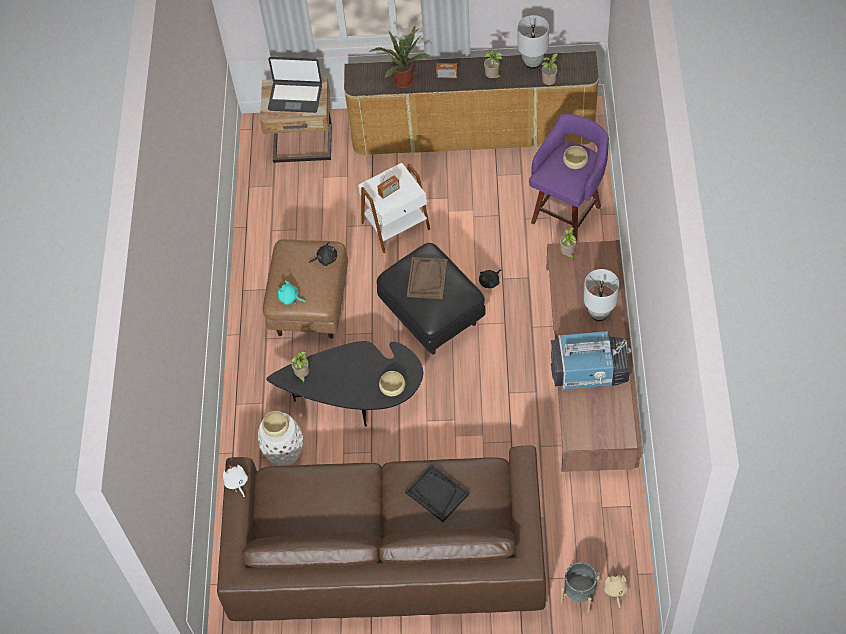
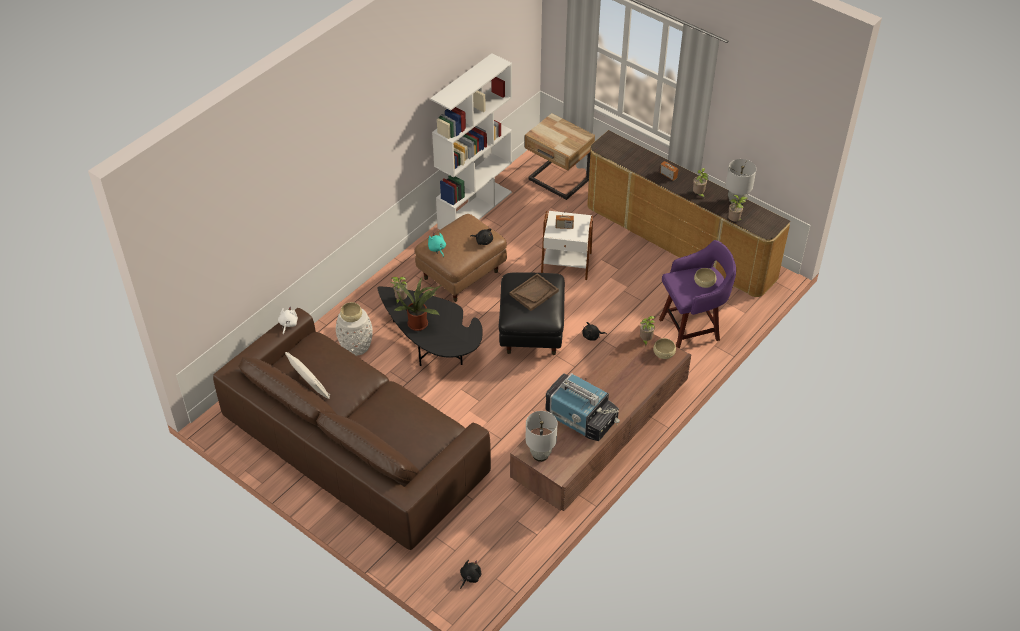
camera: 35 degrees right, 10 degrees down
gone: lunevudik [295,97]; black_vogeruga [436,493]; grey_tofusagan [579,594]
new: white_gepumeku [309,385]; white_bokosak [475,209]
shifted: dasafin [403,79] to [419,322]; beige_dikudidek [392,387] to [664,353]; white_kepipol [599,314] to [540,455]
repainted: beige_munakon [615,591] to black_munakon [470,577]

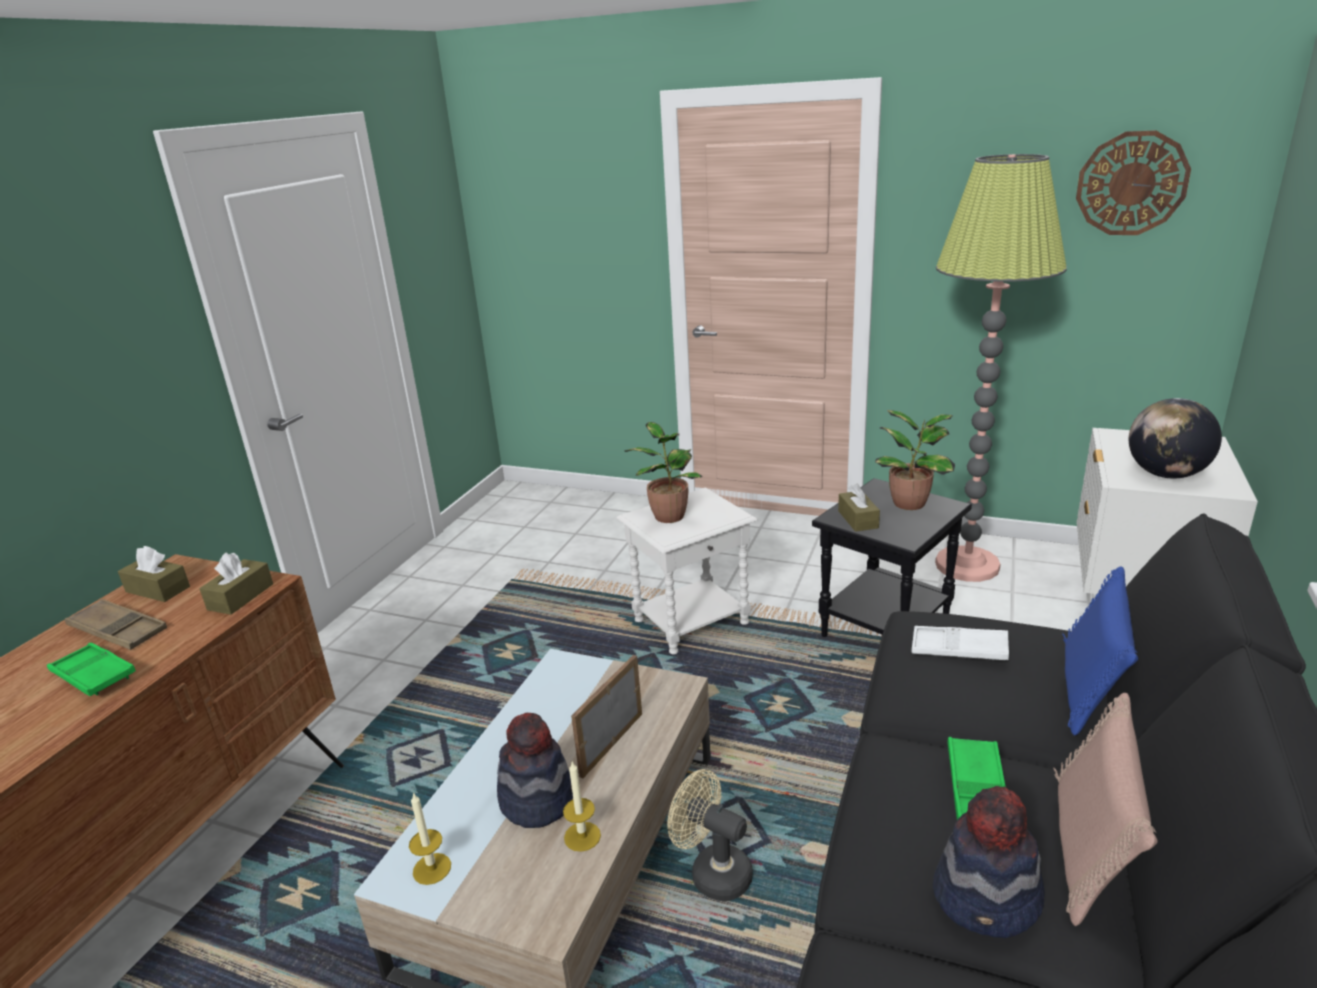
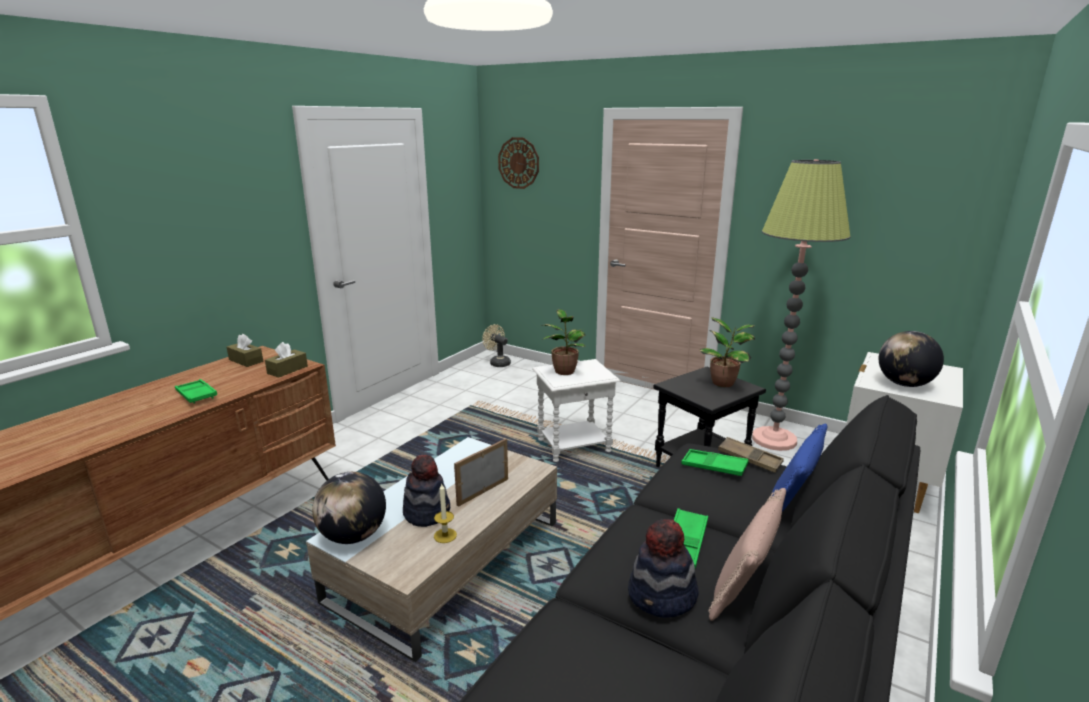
camera: 10 degrees right, 5 degrees down
gone: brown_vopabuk [858,519]
shifted: brown_vogeruga [118,630] to [749,459]; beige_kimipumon [712,872] to [498,363]; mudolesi [1131,183] to [518,163]
swapped: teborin [432,869] to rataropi [353,536]
repainted: white_vogeruga [959,649] to green_vogeruga [714,466]

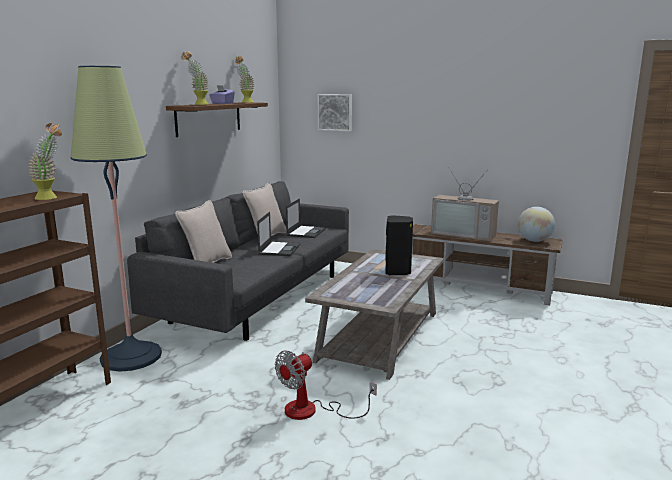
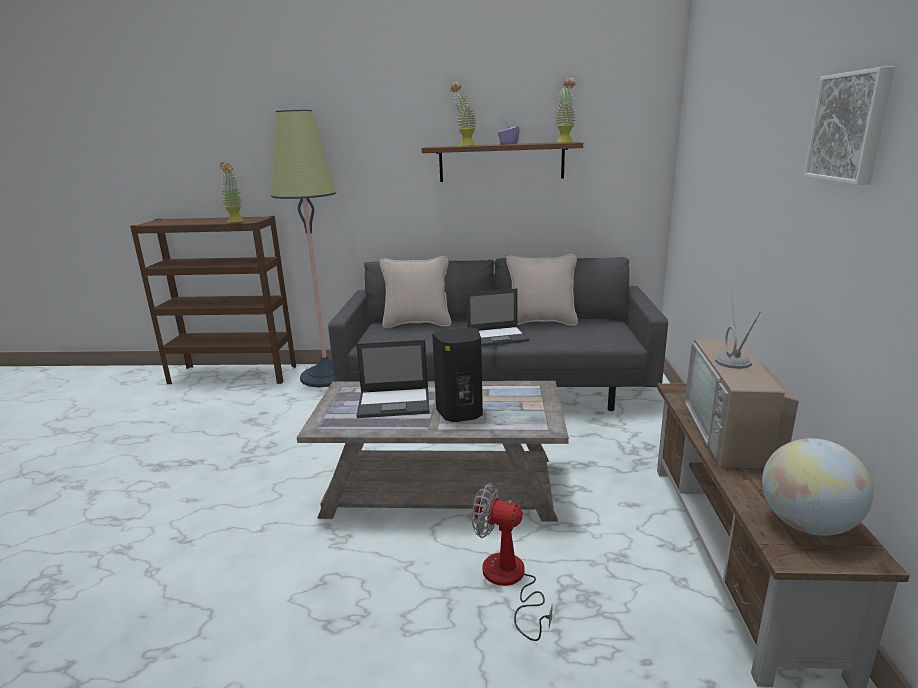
camera: 70 degrees right, 5 degrees up
shifted: kimipumon [312,411] to [509,582]; lunevudik [306,232] to [395,402]; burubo [335,112] to [850,127]

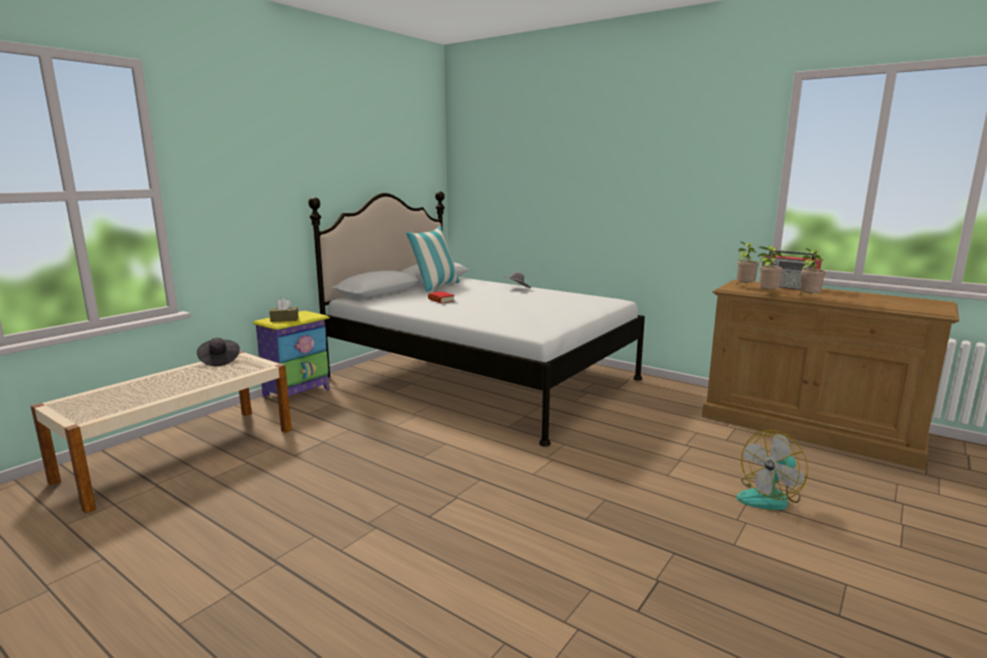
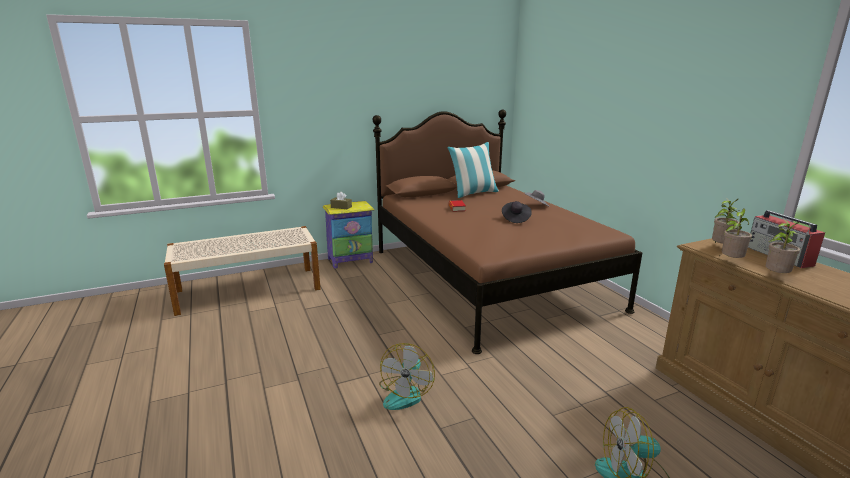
camera: 30 degrees right, 5 degrees up
new: kimipumon [405,393]
shifted: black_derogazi [219,361] to [515,219]
repainted: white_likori [481,378] to brown_likori [488,278]

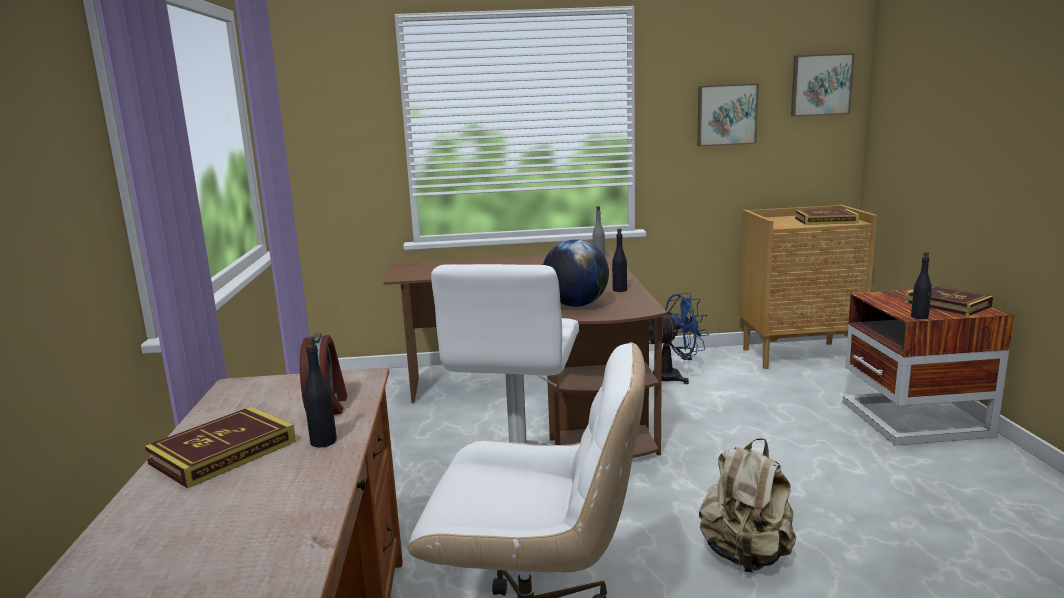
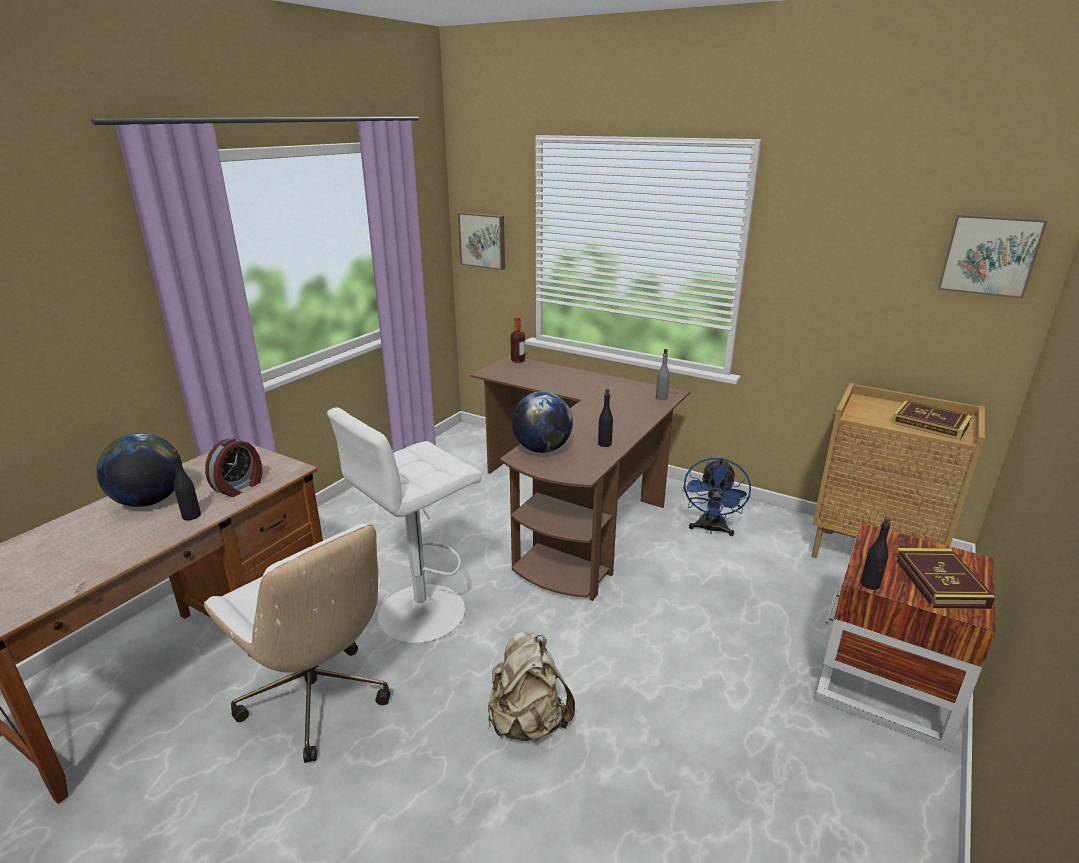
camera: 35 degrees right, 10 degrees up
new: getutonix [518,360]
shifted: burubo [726,115] to [483,240]
swapped: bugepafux [223,452] to rataropi [149,501]
rotated: blue_kimipumon [673,377] = [711,529] 90 degrees clockwise

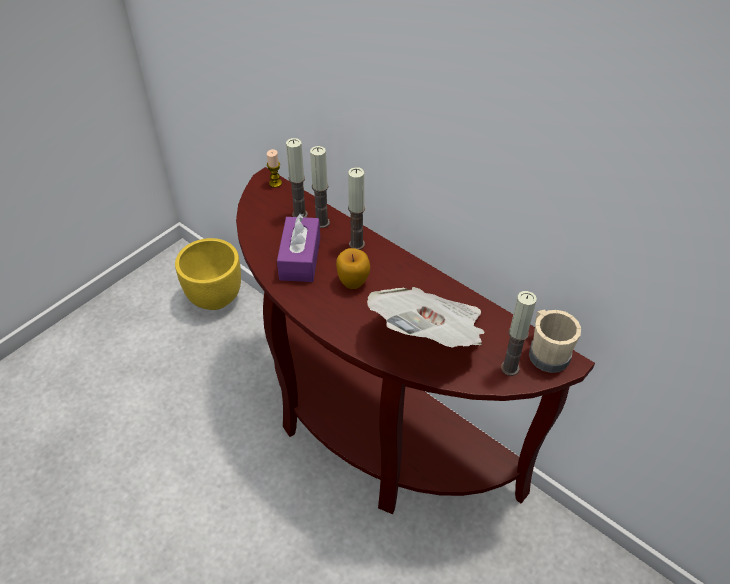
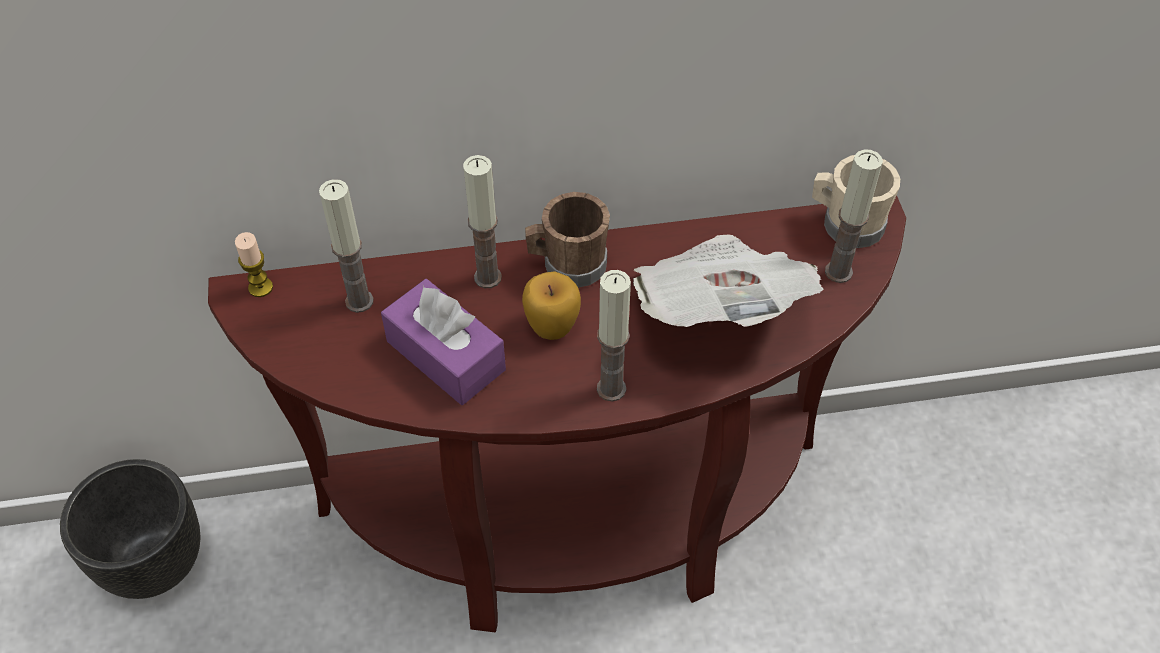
camera: 50 degrees left, 5 degrees up
new: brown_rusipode [567,265]
shifted: teborin [322,222] to [611,388]
repainted: yellow_tofusagan [216,298] to black_tofusagan [155,563]

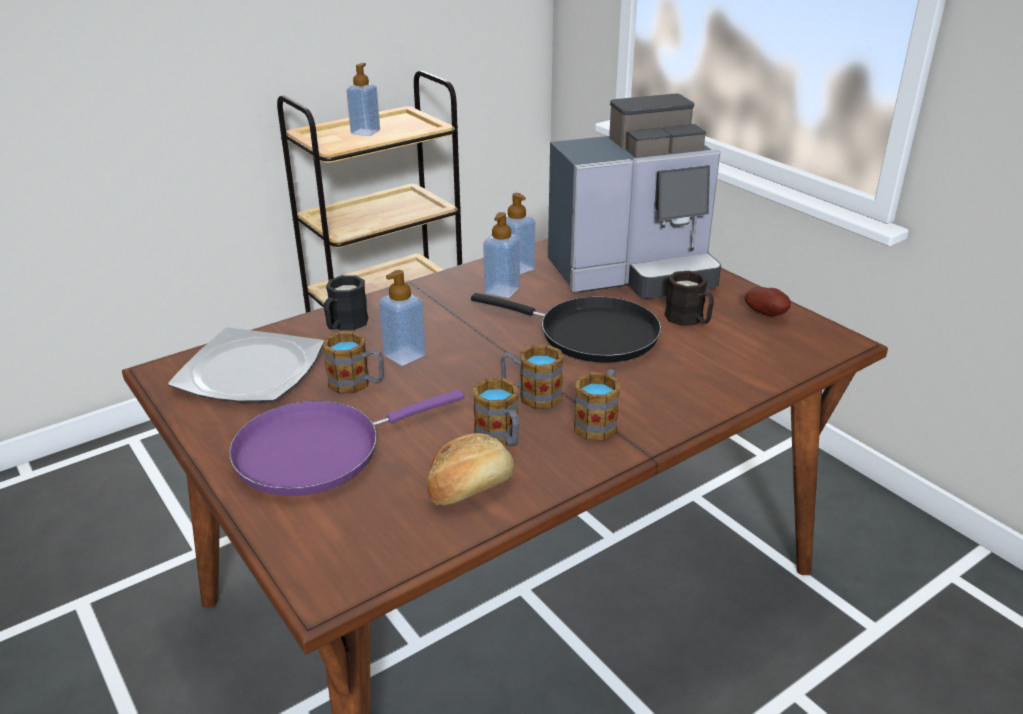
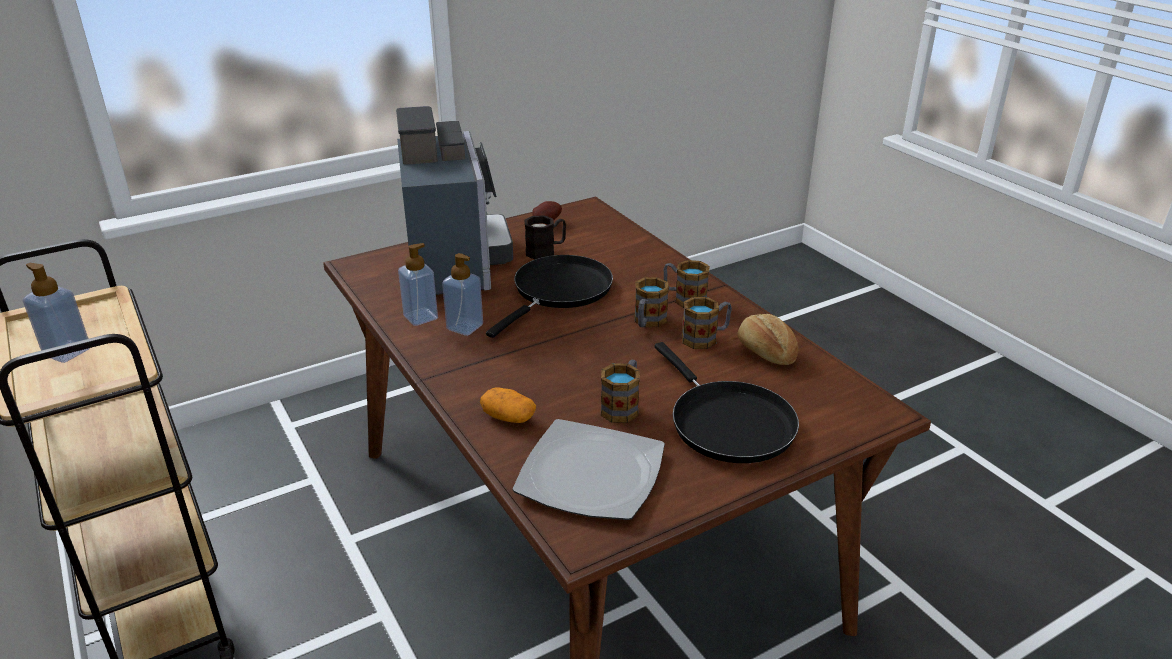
camera: 85 degrees left, 0 degrees up
gone: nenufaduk [404,355]
swapped: black_rusipode [345,325] to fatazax [508,417]
repainted: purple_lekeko [318,451] to black_lekeko [727,423]

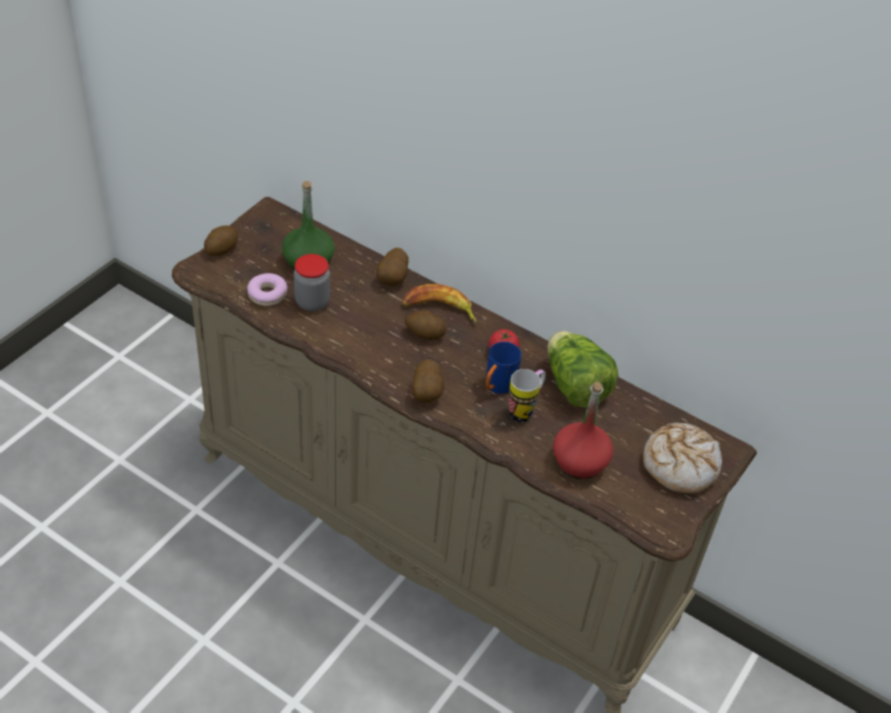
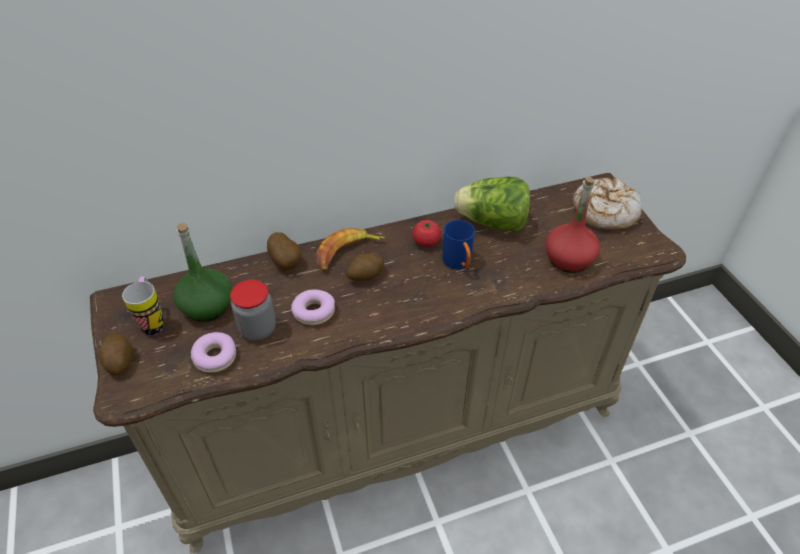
camera: 50 degrees left, 0 degrees up
gone: fatazax [427,394]
new: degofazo [314,312]
shifted: rusipode [525,411] to [153,321]

